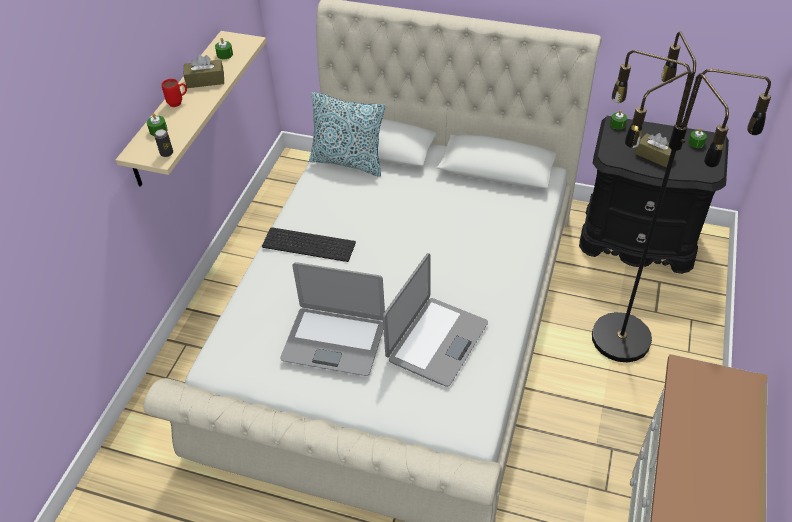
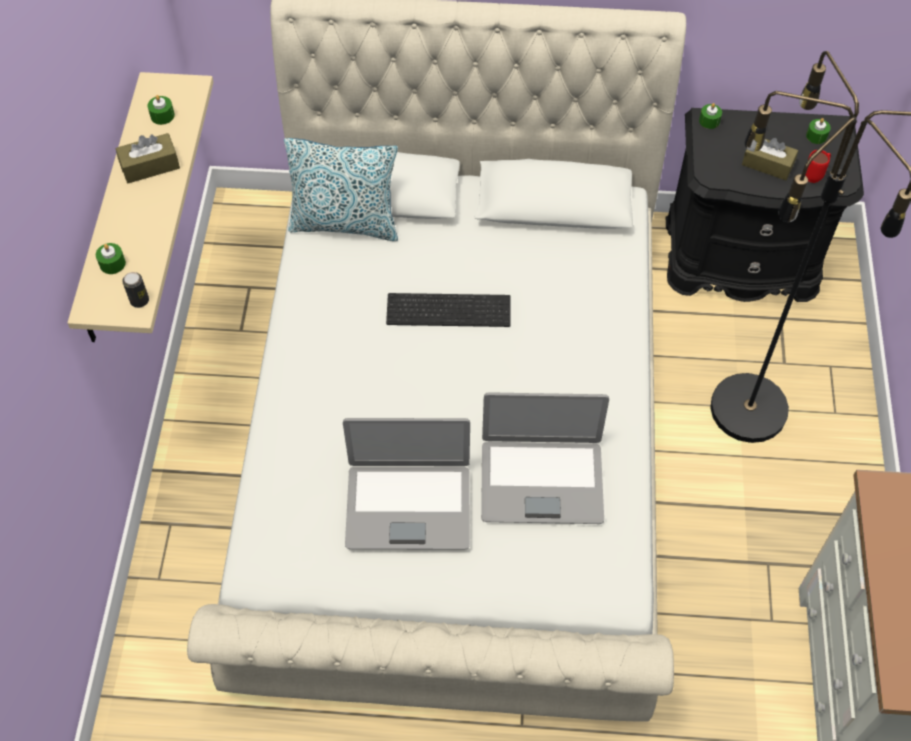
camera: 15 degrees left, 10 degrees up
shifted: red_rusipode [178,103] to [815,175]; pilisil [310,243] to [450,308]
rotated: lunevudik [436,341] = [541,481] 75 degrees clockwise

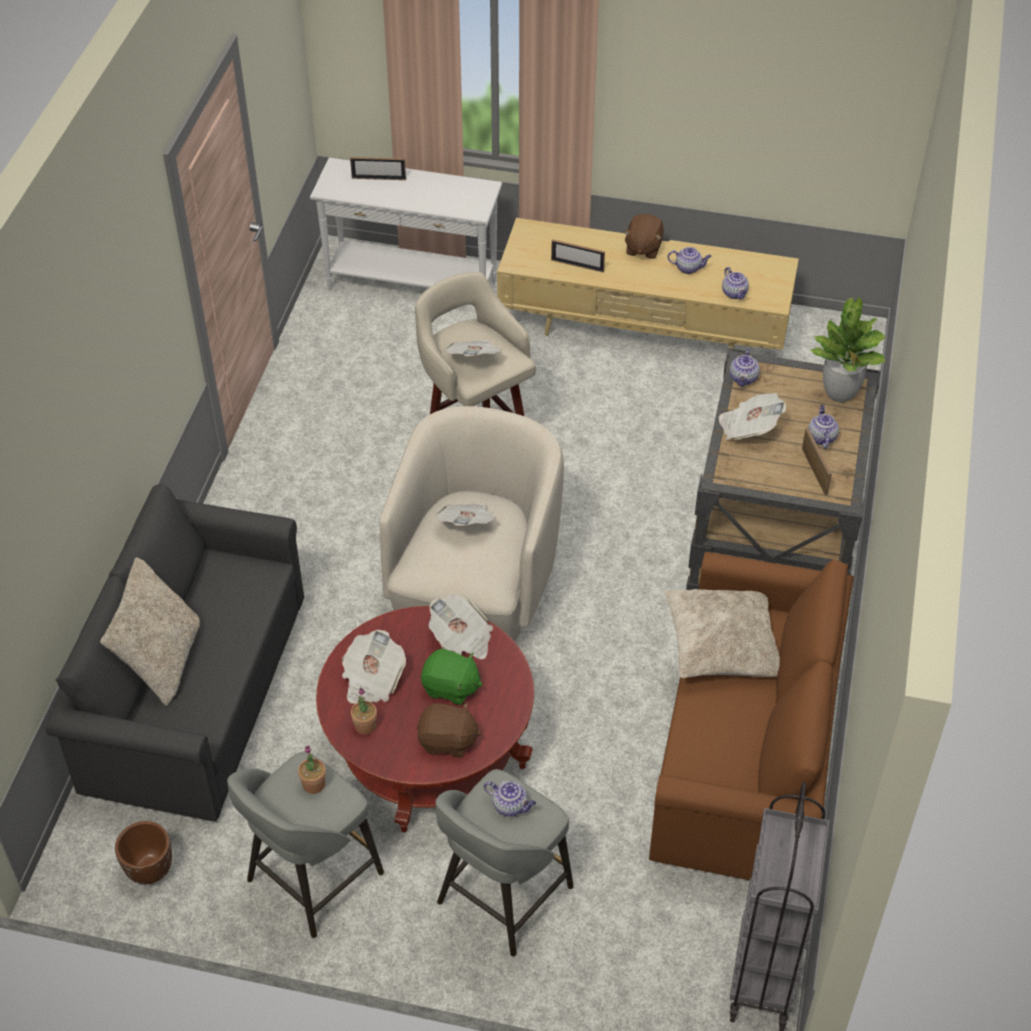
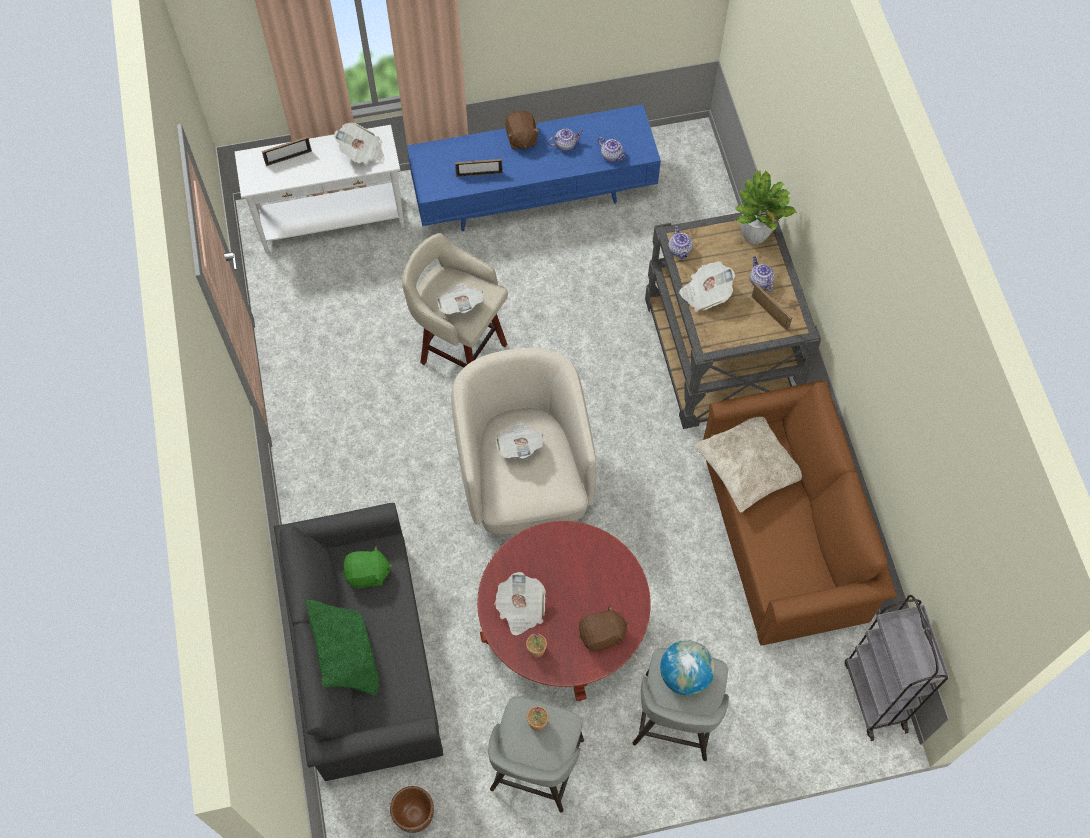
camera: 25 degrees left, 15 degrees up
shifted: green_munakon [451,688] to [367,574]; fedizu [462,638] to [362,152]
swapped: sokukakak [510,805] to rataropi [684,675]
repainted: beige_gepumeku [161,659] to green_gepumeku [348,658]; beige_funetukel [644,327] to blue_funetukel [533,194]

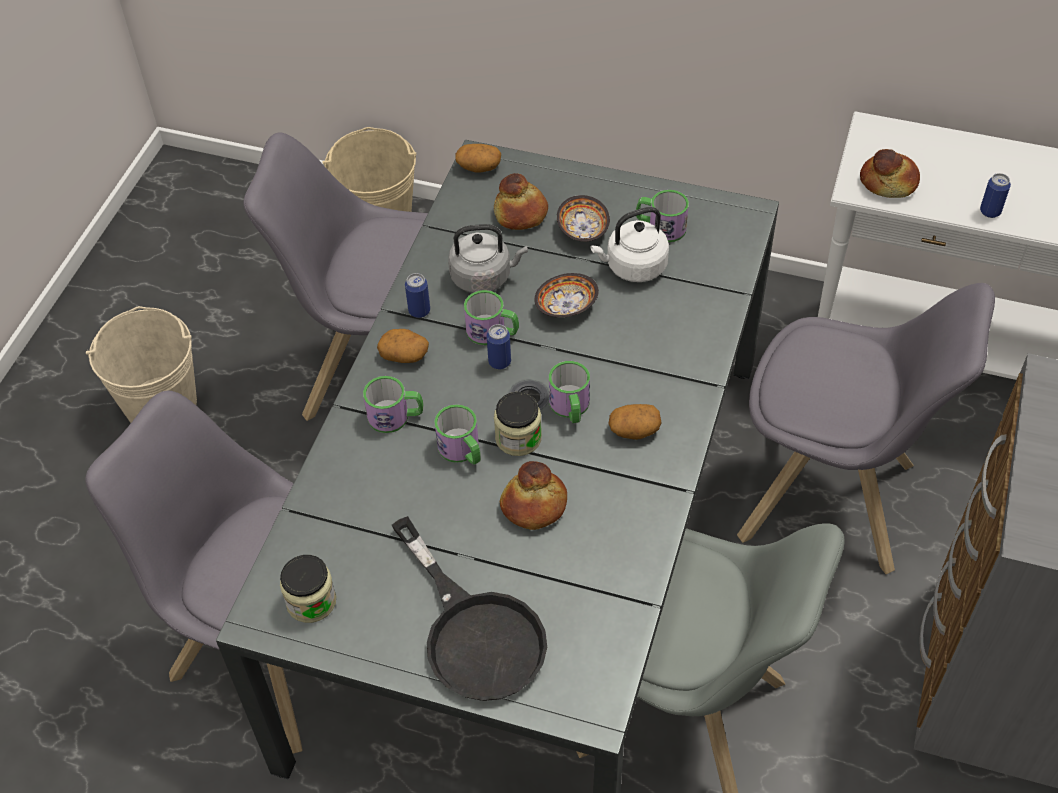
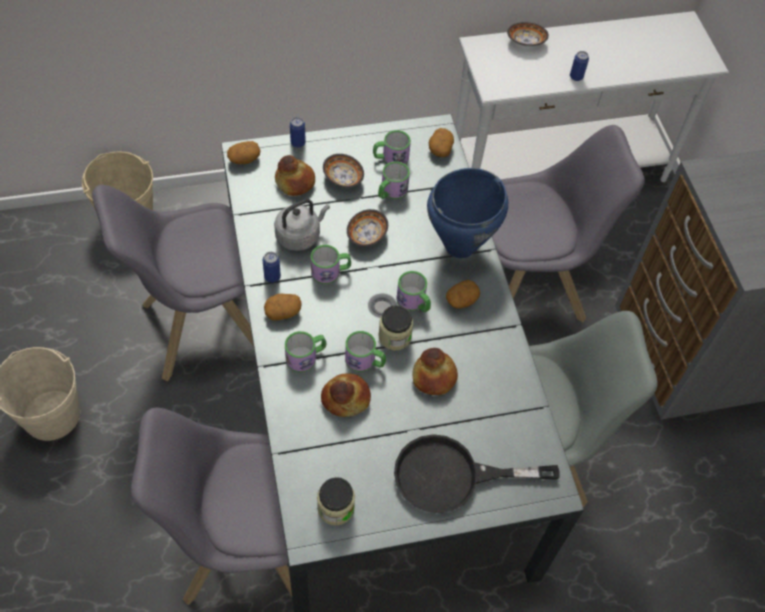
camera: 35 degrees left, 5 degrees up
new: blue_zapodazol [460,246]; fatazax [440,148]; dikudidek [526,43]
shifted: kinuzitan [499,362] to [298,143]; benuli [888,183] to [346,399]
swapped: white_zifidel [633,267] to rusipode [391,191]
rotated: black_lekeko [475,632] = [452,476] 150 degrees clockwise

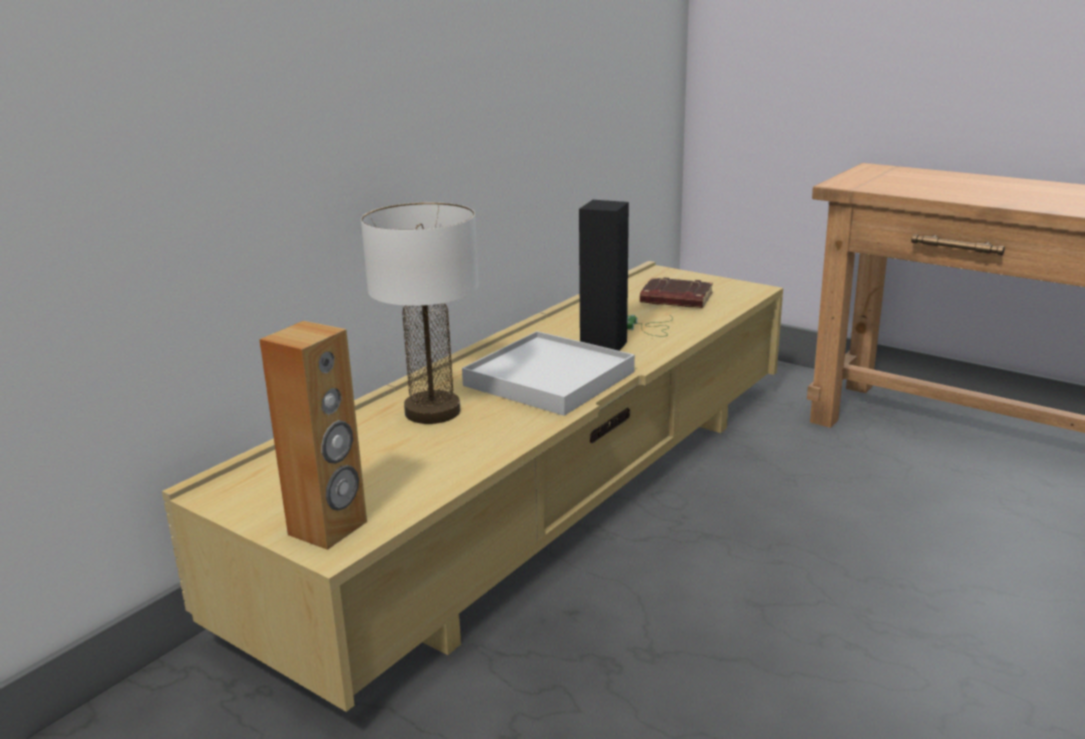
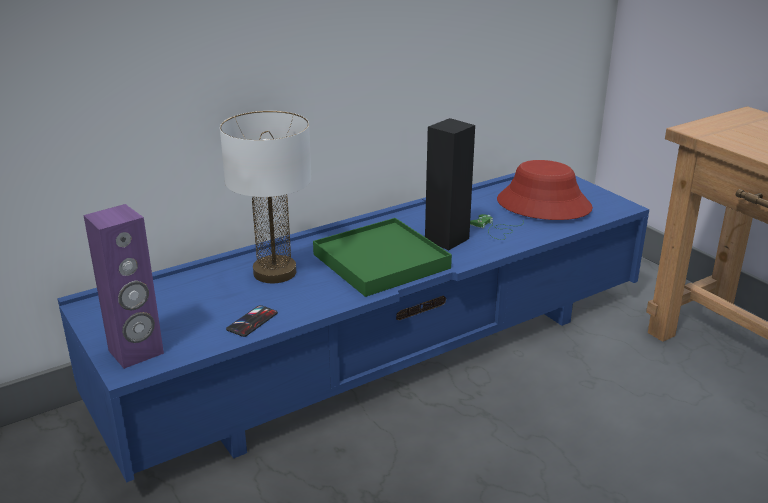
camera: 20 degrees right, 5 degrees up
new: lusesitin [252,321]
swapped: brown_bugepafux [675,299] to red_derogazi [543,205]
repainted: beige_funetukel [543,494] to blue_funetukel [383,348]; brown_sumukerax [328,528] to purple_sumukerax [136,352]; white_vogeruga [549,378] to green_vogeruga [381,261]

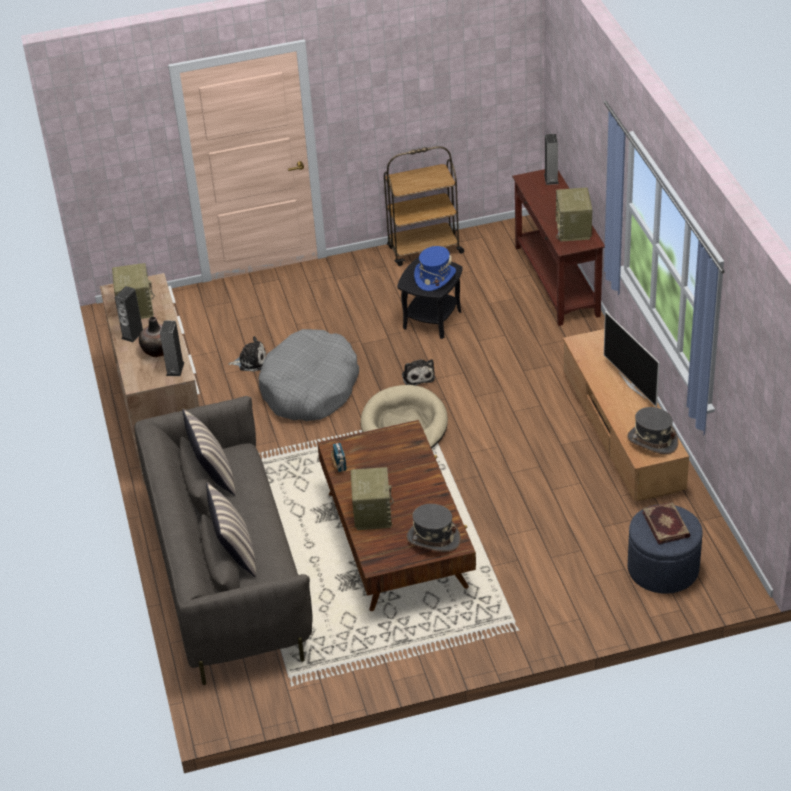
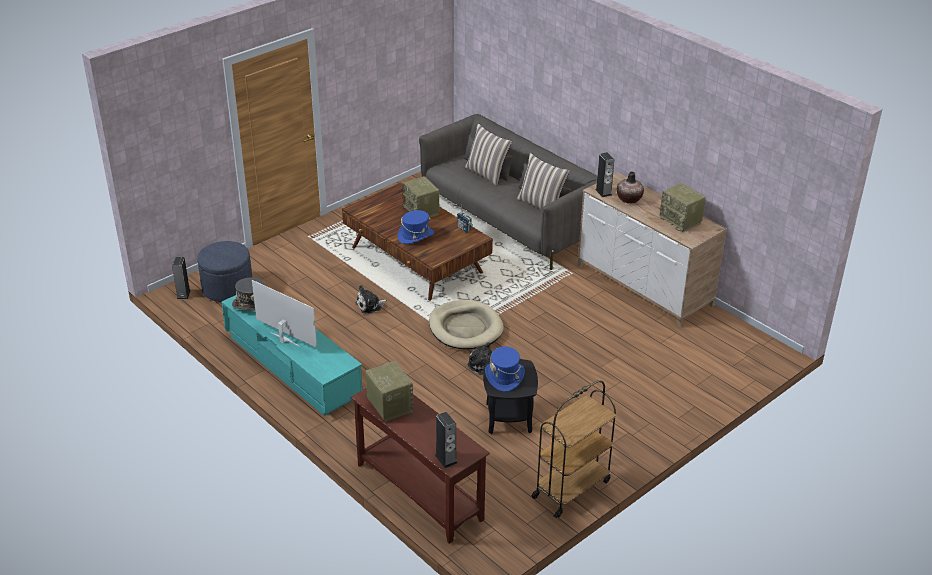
camera: 150 degrees right, 5 degrees down
gone: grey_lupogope [310,388]; grey_derogazi [433,539]; bugepafux [666,524]
new: blue_derogazi [416,236]
shifted: sumukerax [132,334] to [183,294]; munakon [250,361] to [370,305]
repainted: brown_funetukel [622,434] to turquoise_funetukel [292,366]

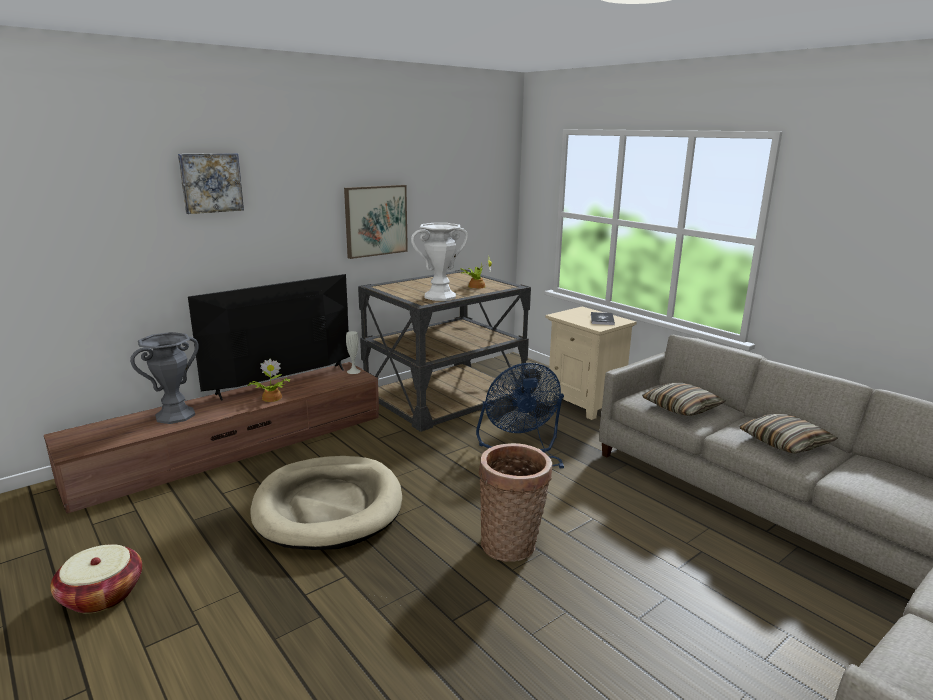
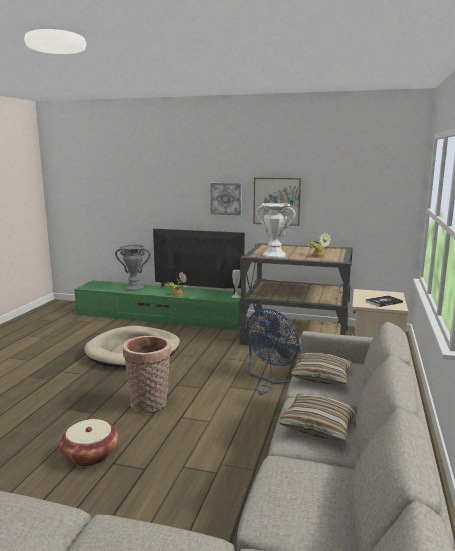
camera: 55 degrees right, 5 degrees down
shifted: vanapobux [102,595] to [90,455]; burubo [211,182] to [226,198]
repainted: brown_funetukel [233,446] to green_funetukel [160,316]

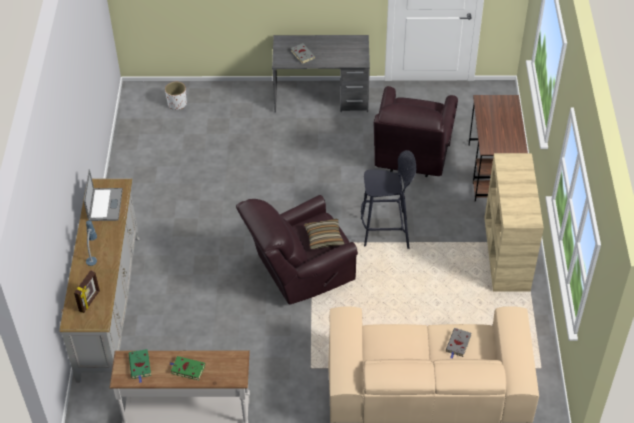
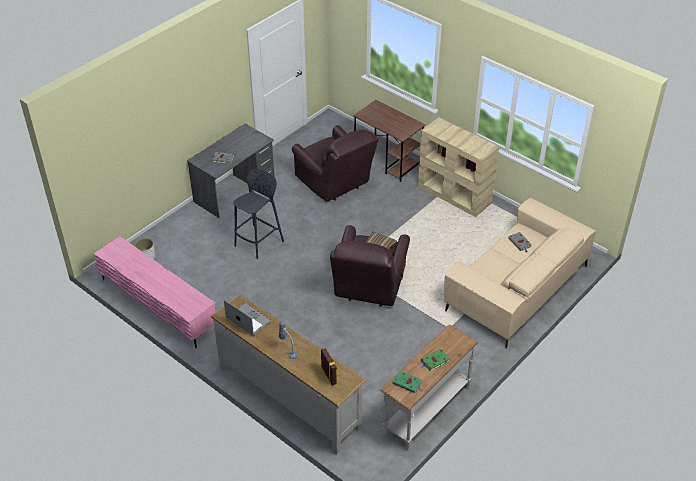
camera: 50 degrees left, 5 degrees down
new: pink_funetukel [157,305]
shifted: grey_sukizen [386,231] to [258,242]

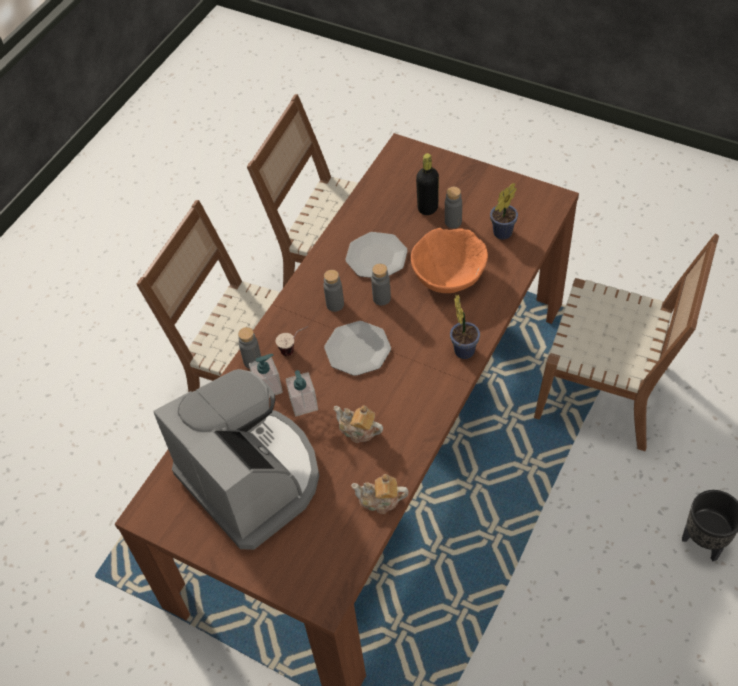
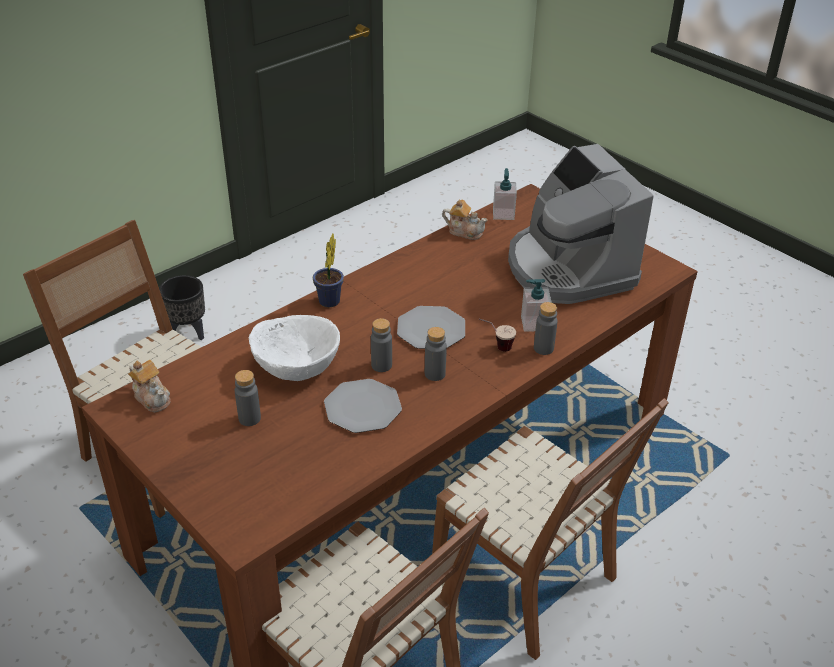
camera: 165 degrees left, 15 degrees down
gone: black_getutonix [427,208]; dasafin [500,234]
shifted: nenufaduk [303,404] to [503,214]; sokukakak [358,430] to [152,397]
repainted: orange_dikudidek [449,276] to white_dikudidek [296,365]

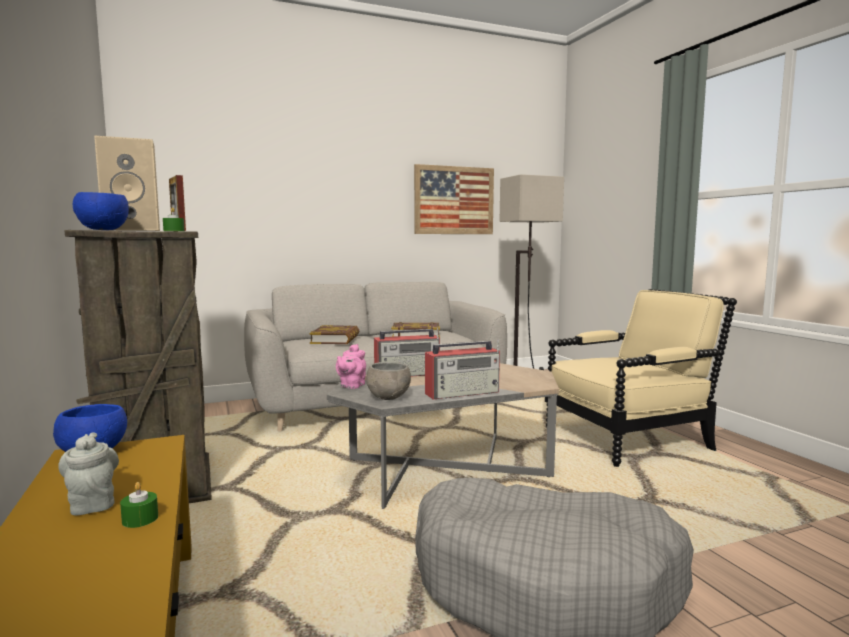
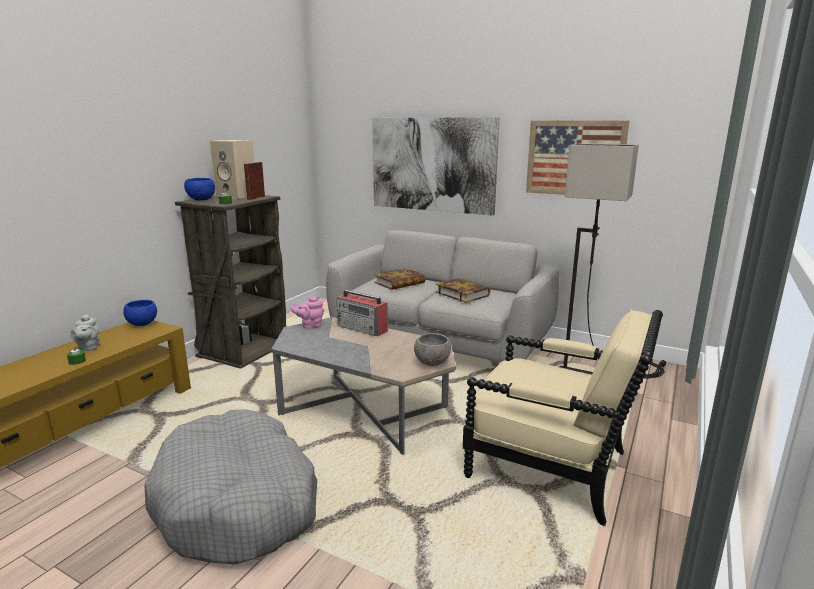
camera: 50 degrees right, 10 degrees up
gone: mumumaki [463,393]
new: burubo [432,164]
shifted: grey_dikudidek [388,397] to [432,363]
rotated: grey_sokukakak [92,503] = [88,348] 150 degrees clockwise

